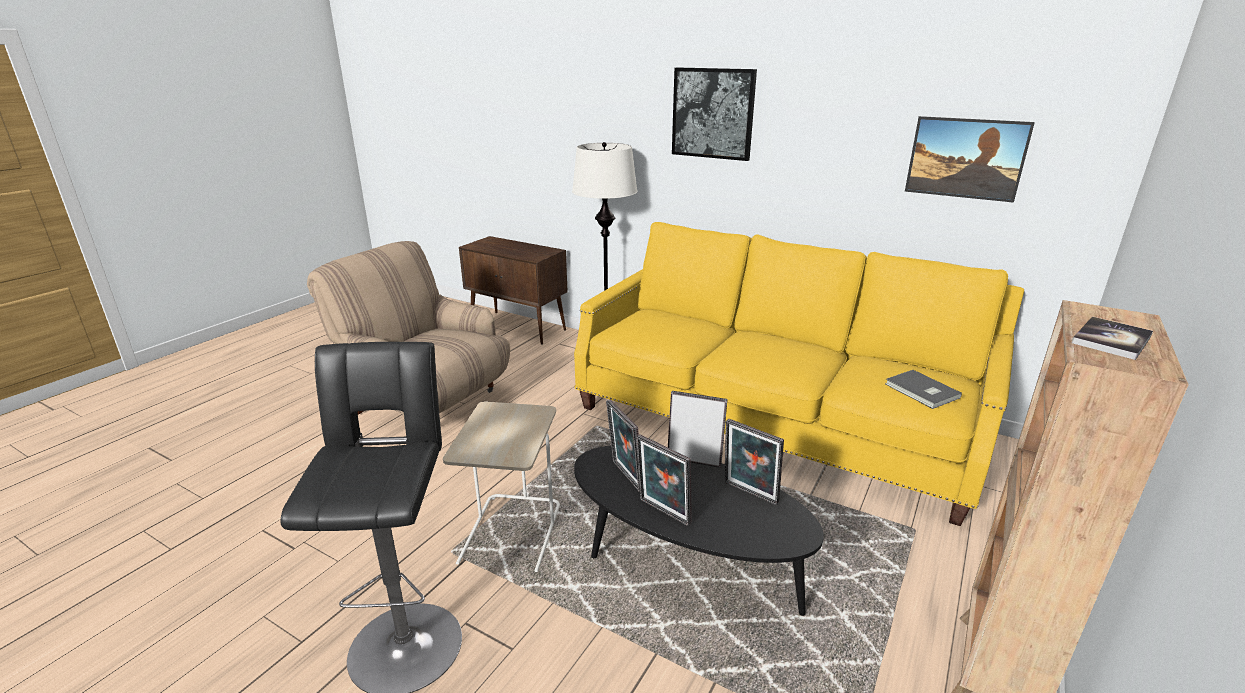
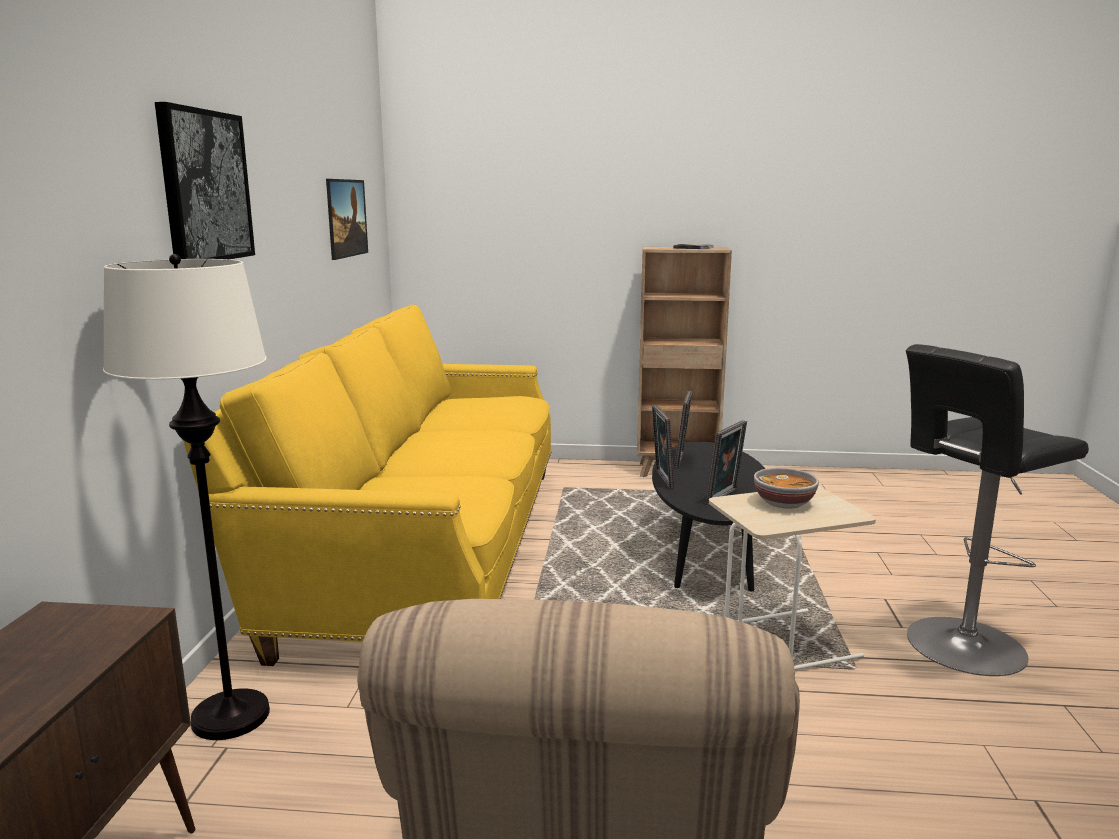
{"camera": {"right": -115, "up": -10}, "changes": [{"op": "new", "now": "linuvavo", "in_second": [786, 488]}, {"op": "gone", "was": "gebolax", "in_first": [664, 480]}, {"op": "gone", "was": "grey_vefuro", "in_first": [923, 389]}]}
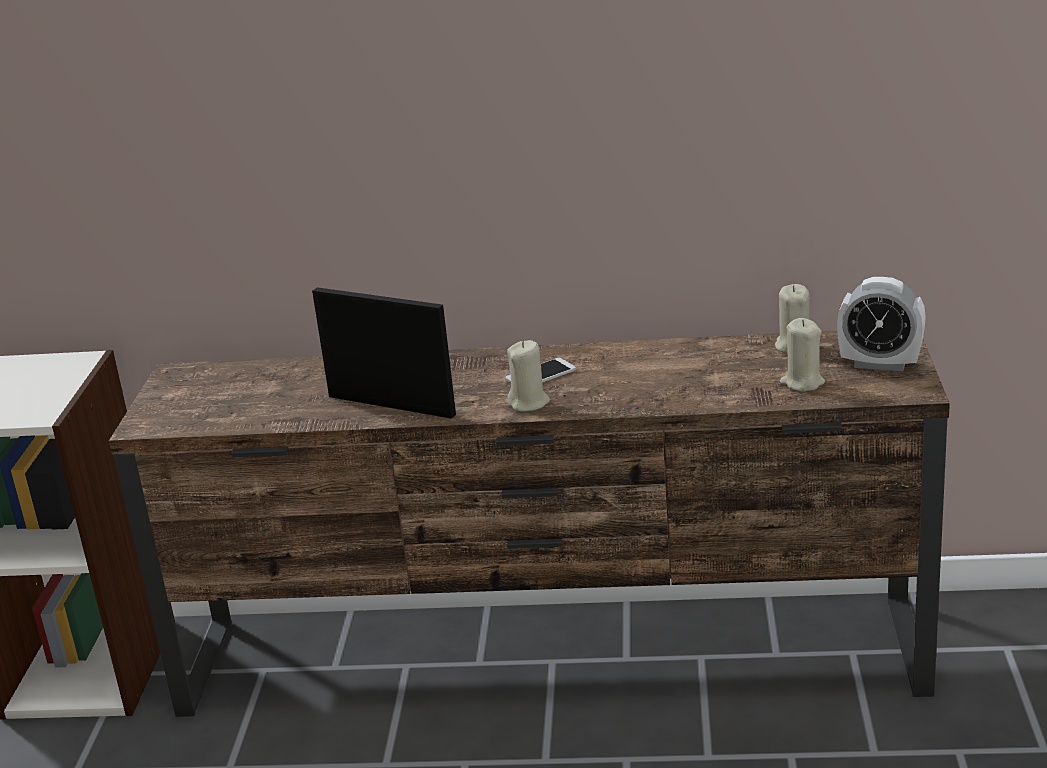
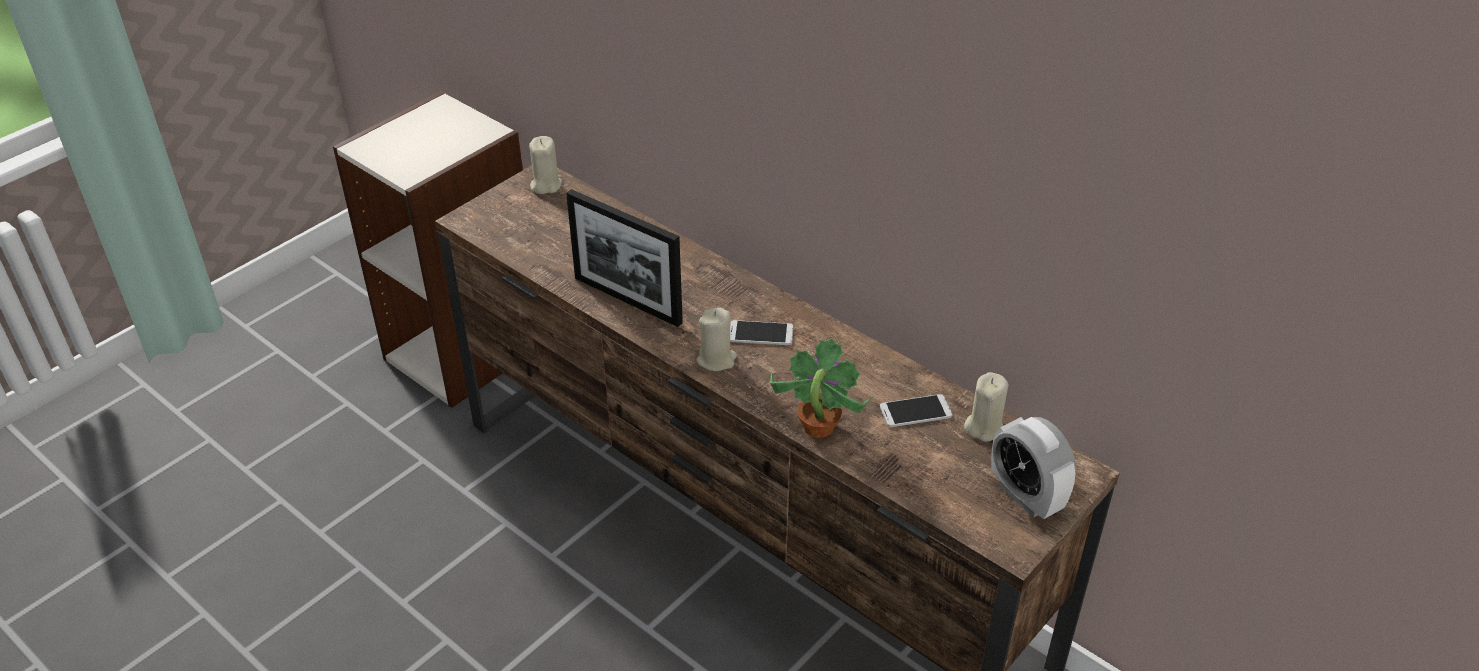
{"camera": {"right": 35, "up": 15}, "changes": [{"op": "shifted", "was": "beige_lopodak", "in_first": [802, 354], "in_second": [545, 165]}, {"op": "rotated", "was": "gebolax", "in_first": [384, 353], "in_second": [624, 258], "clockwise": 150}, {"op": "new", "now": "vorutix", "in_second": [822, 387]}, {"op": "new", "now": "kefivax", "in_second": [916, 410]}]}
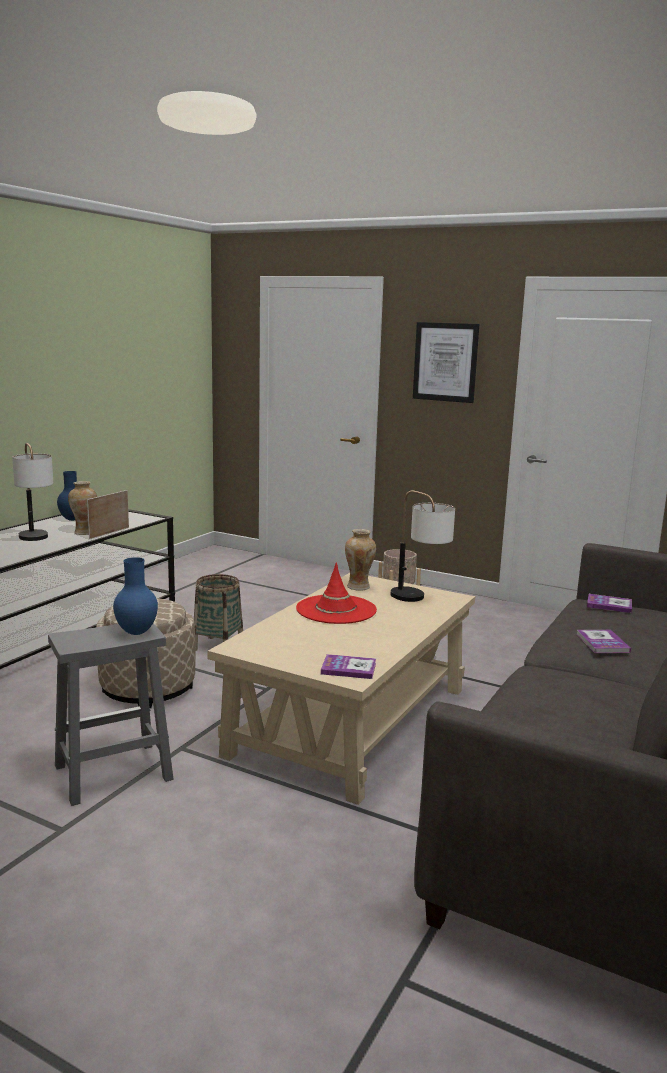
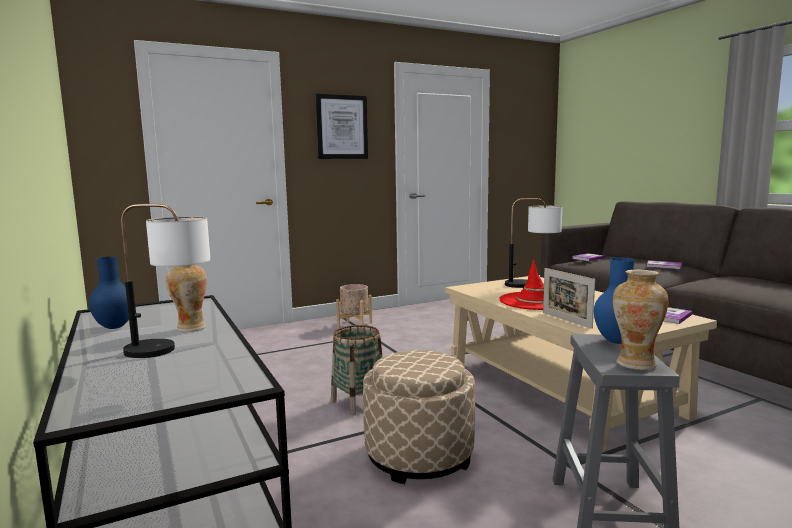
{"camera": {"right": -55, "up": -5}, "changes": [{"op": "shifted", "was": "gebolax", "in_first": [108, 514], "in_second": [569, 298]}, {"op": "shifted", "was": "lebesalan", "in_first": [360, 560], "in_second": [640, 320]}]}
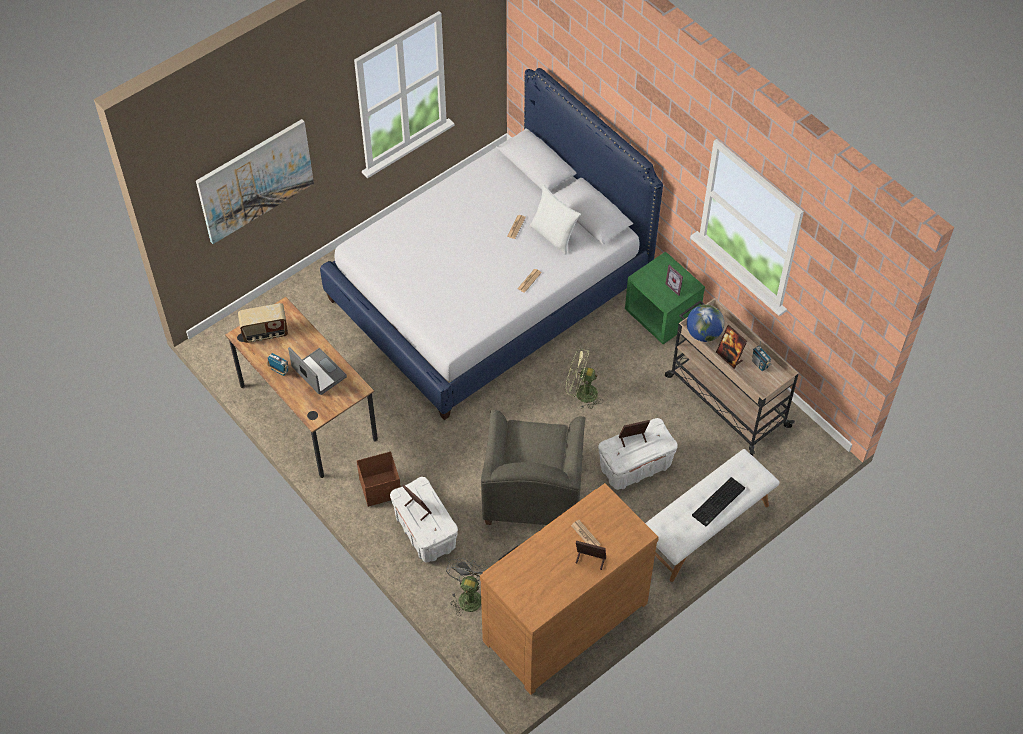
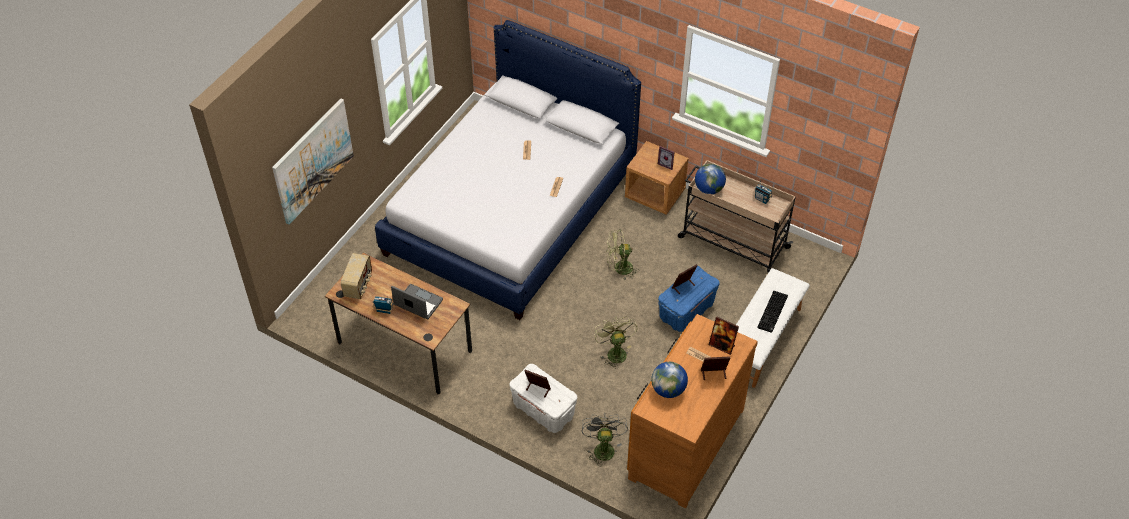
{"camera": {"right": -20, "up": -5}, "changes": [{"op": "rotated", "was": "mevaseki", "in_first": [263, 323], "in_second": [356, 276], "clockwise": -45}, {"op": "swapped", "was": "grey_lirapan", "now": "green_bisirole", "in_first": [533, 467], "in_second": [615, 342]}, {"op": "repainted", "was": "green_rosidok", "now": "brown_rosidok", "in_first": [665, 297], "in_second": [657, 178]}, {"op": "new", "now": "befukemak", "in_second": [669, 380]}, {"op": "repainted", "was": "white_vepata", "now": "blue_vepata", "in_first": [638, 454], "in_second": [689, 299]}, {"op": "shifted", "was": "gebolax", "in_first": [731, 347], "in_second": [724, 336]}, {"op": "gone", "was": "brown_vepata", "in_first": [379, 479]}, {"op": "gone", "was": "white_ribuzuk", "in_first": [555, 220]}]}
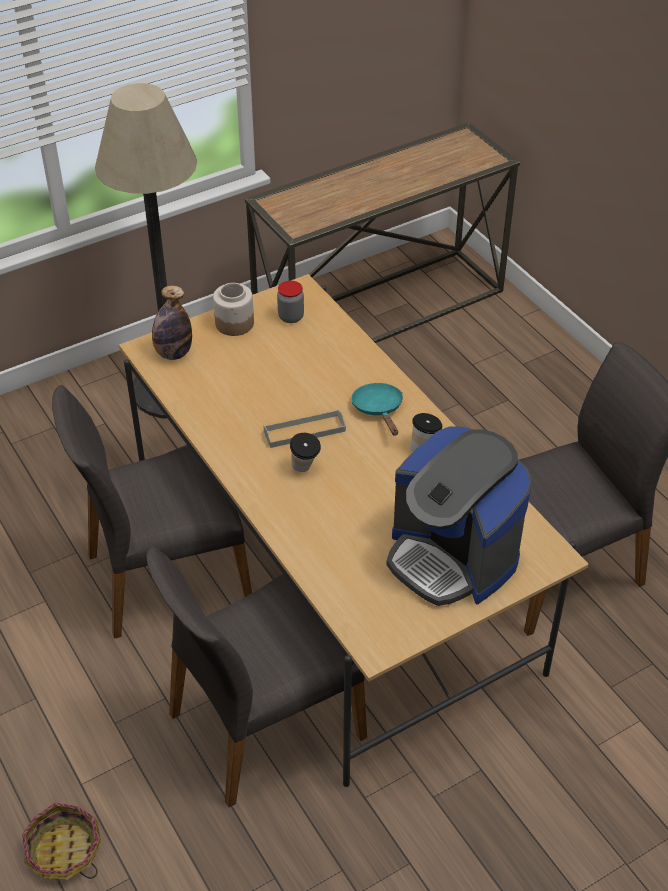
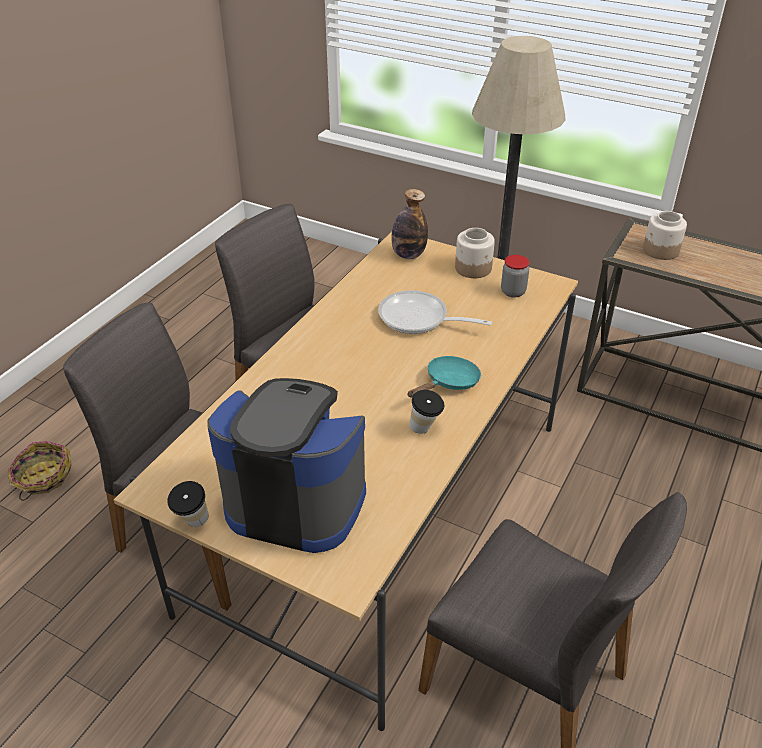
{"camera": {"right": 60, "up": -5}, "changes": [{"op": "shifted", "was": "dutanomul", "in_first": [305, 452], "in_second": [188, 504]}, {"op": "rotated", "was": "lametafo", "in_first": [459, 516], "in_second": [286, 465], "clockwise": 90}, {"op": "new", "now": "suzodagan", "in_second": [435, 312]}, {"op": "new", "now": "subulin", "in_second": [665, 235]}, {"op": "gone", "was": "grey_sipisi", "in_first": [305, 429]}]}
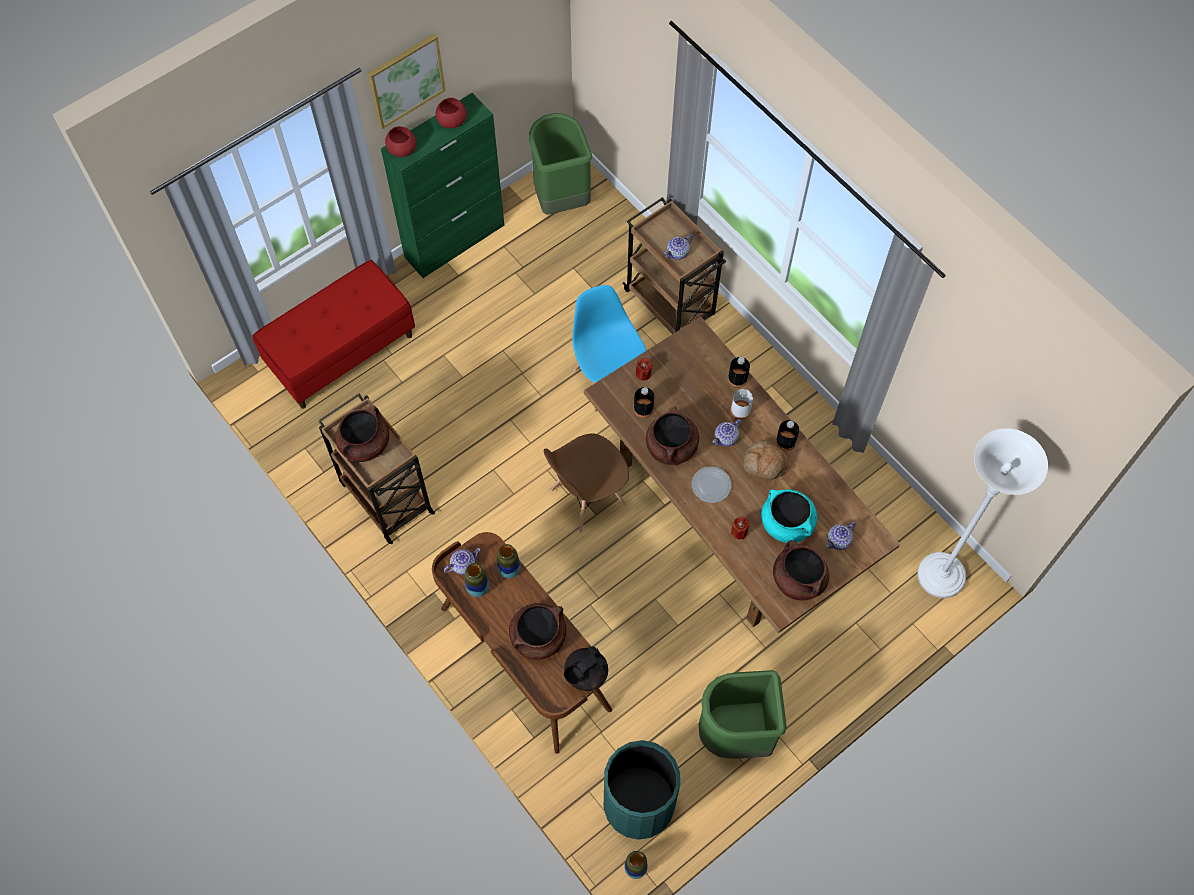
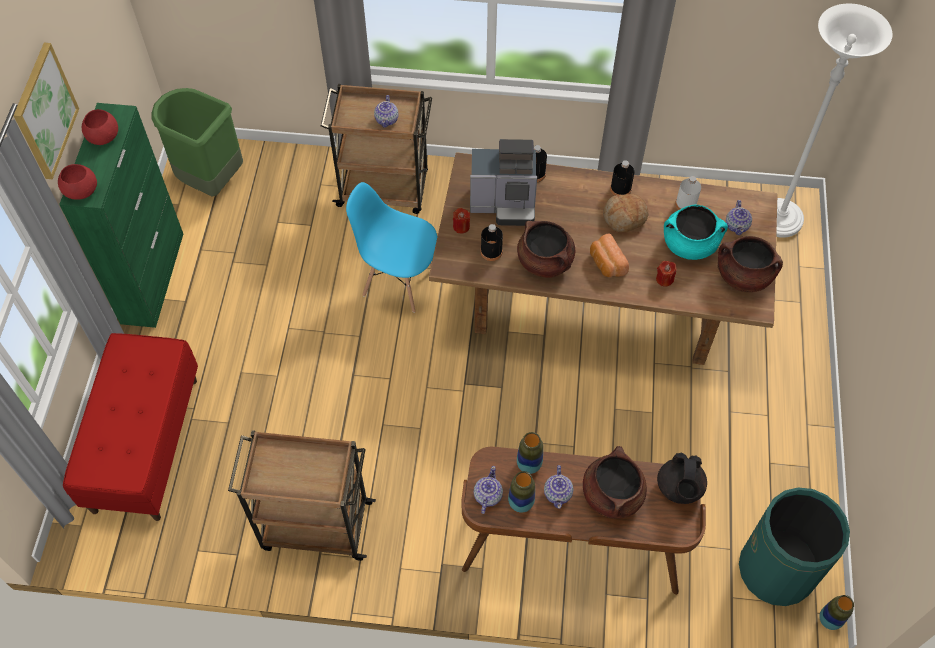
{"camera": {"right": -45, "up": -5}, "changes": [{"op": "new", "now": "lametafo", "in_second": [503, 182]}, {"op": "shifted", "was": "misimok", "in_first": [727, 433], "in_second": [558, 487]}, {"op": "swapped", "was": "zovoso", "now": "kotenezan", "in_first": [712, 484], "in_second": [609, 255]}, {"op": "shifted", "was": "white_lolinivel", "in_first": [741, 404], "in_second": [688, 193]}, {"op": "gone", "was": "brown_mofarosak", "in_first": [362, 434]}, {"op": "gone", "was": "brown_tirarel", "in_first": [586, 483]}, {"op": "gone", "was": "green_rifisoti", "in_first": [742, 714]}]}
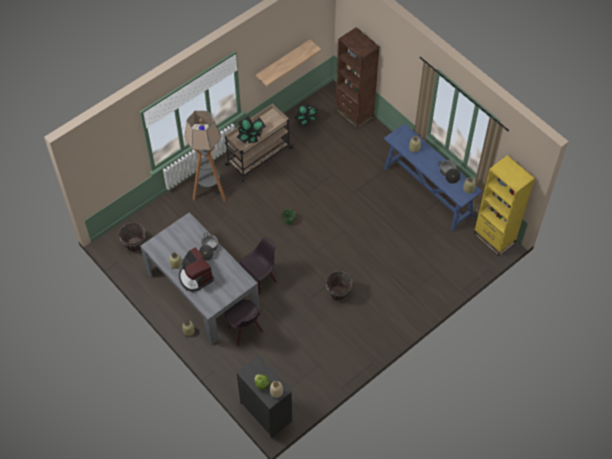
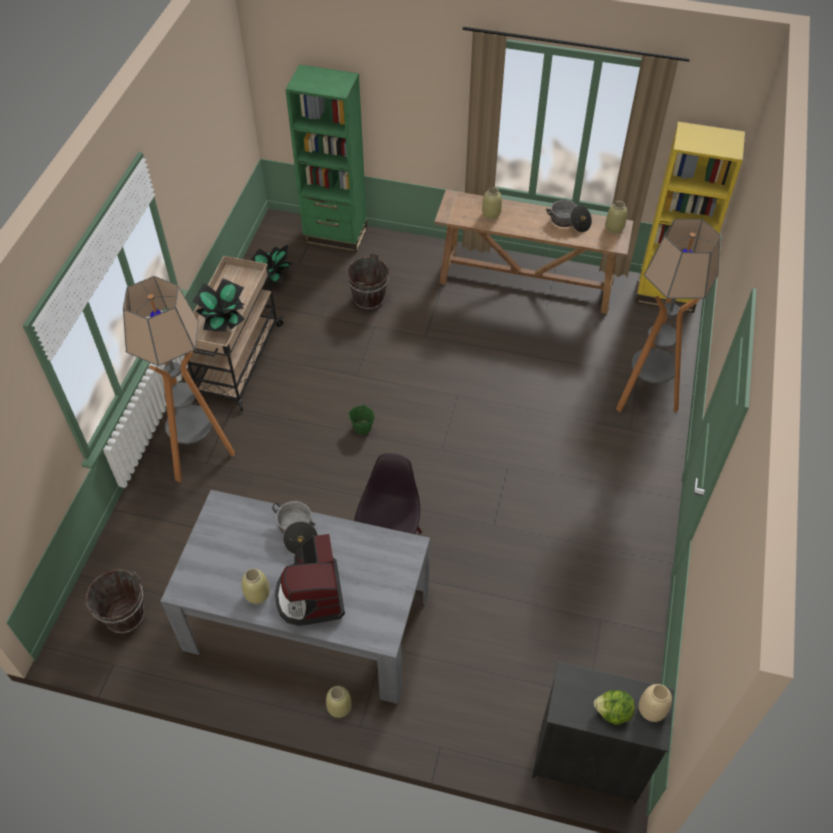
{"camera": {"right": -35, "up": -5}, "changes": [{"op": "rotated", "was": "lametafo", "in_first": [196, 269], "in_second": [310, 580], "clockwise": 60}, {"op": "repainted", "was": "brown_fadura", "now": "green_fadura", "in_first": [358, 78], "in_second": [326, 158]}, {"op": "shifted", "was": "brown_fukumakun", "in_first": [339, 286], "in_second": [367, 281]}, {"op": "repainted", "was": "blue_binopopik", "now": "brown_binopopik", "in_first": [433, 177], "in_second": [533, 252]}, {"op": "new", "now": "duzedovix", "in_second": [668, 316]}, {"op": "gone", "was": "black_tirarel", "in_first": [244, 323]}, {"op": "gone", "was": "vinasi", "in_first": [288, 63]}]}
